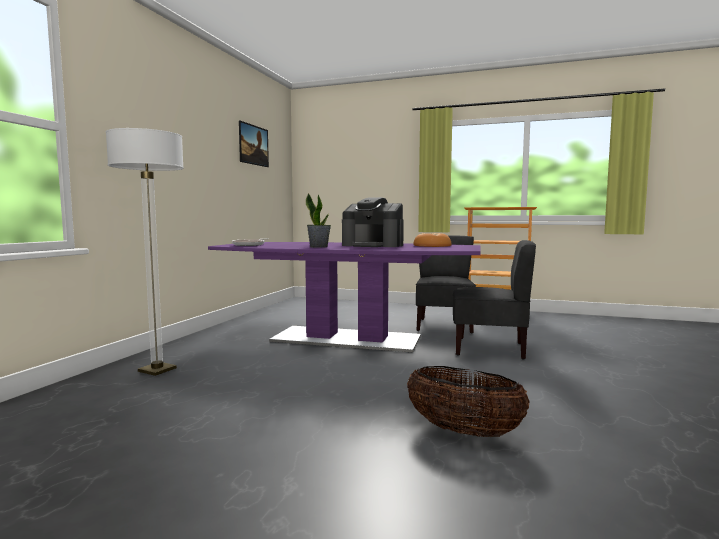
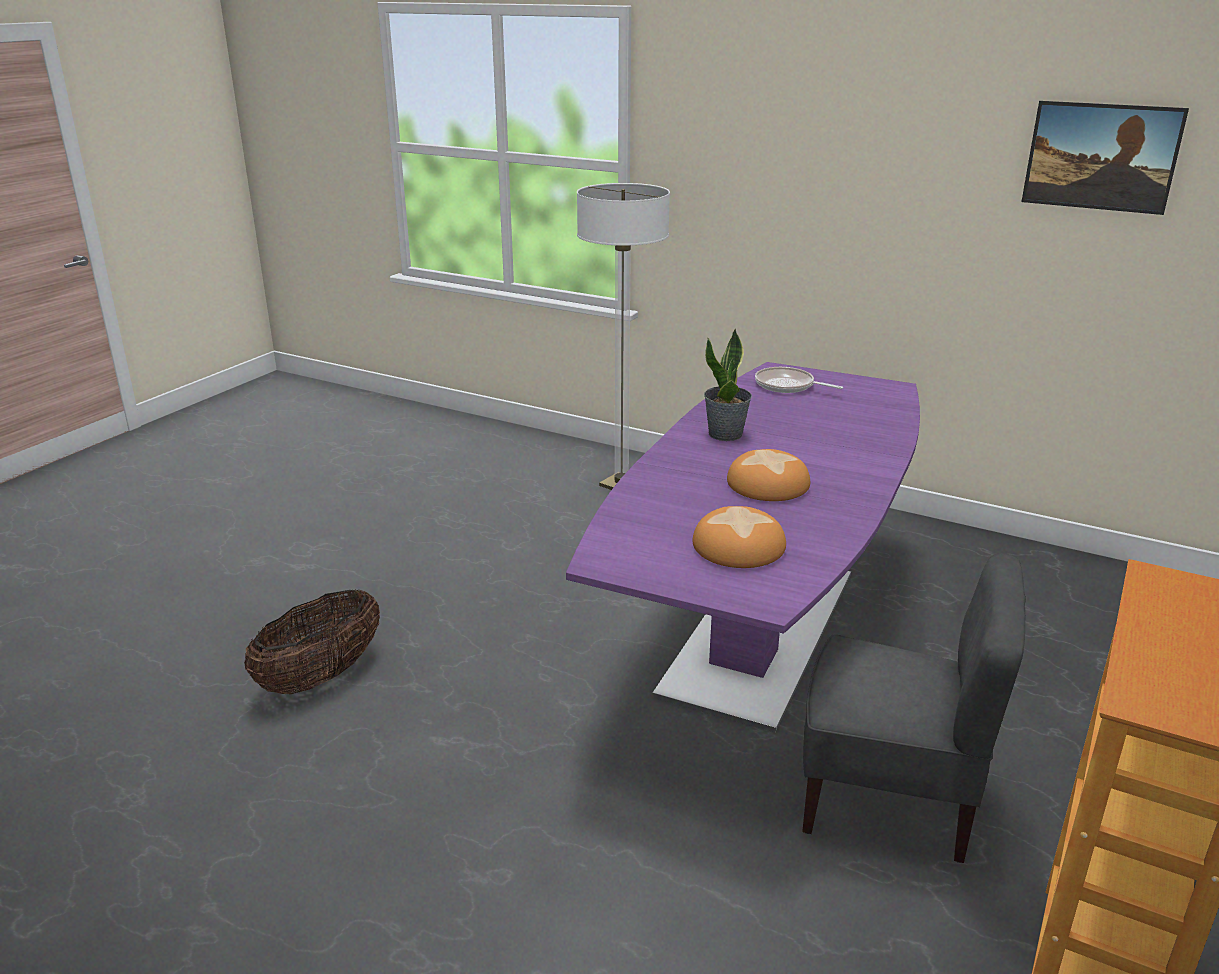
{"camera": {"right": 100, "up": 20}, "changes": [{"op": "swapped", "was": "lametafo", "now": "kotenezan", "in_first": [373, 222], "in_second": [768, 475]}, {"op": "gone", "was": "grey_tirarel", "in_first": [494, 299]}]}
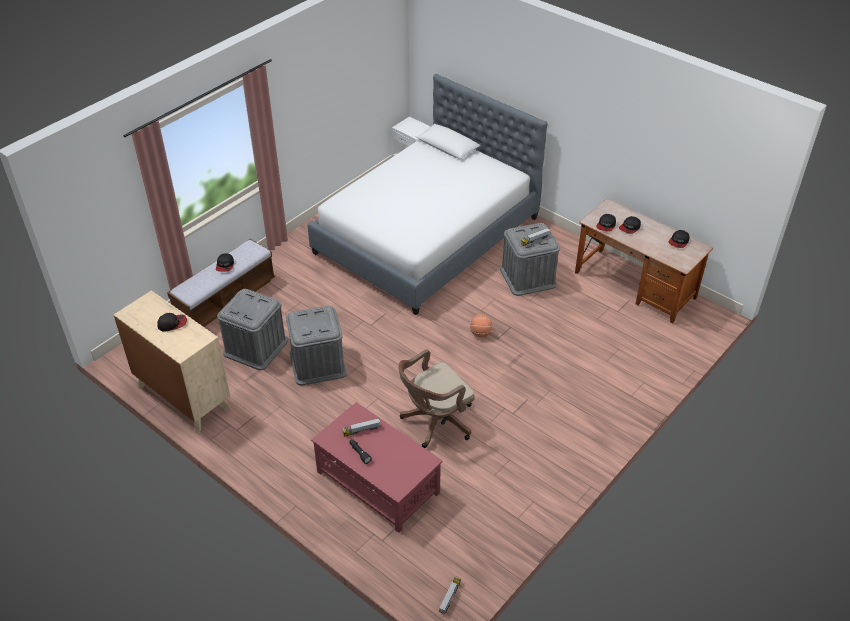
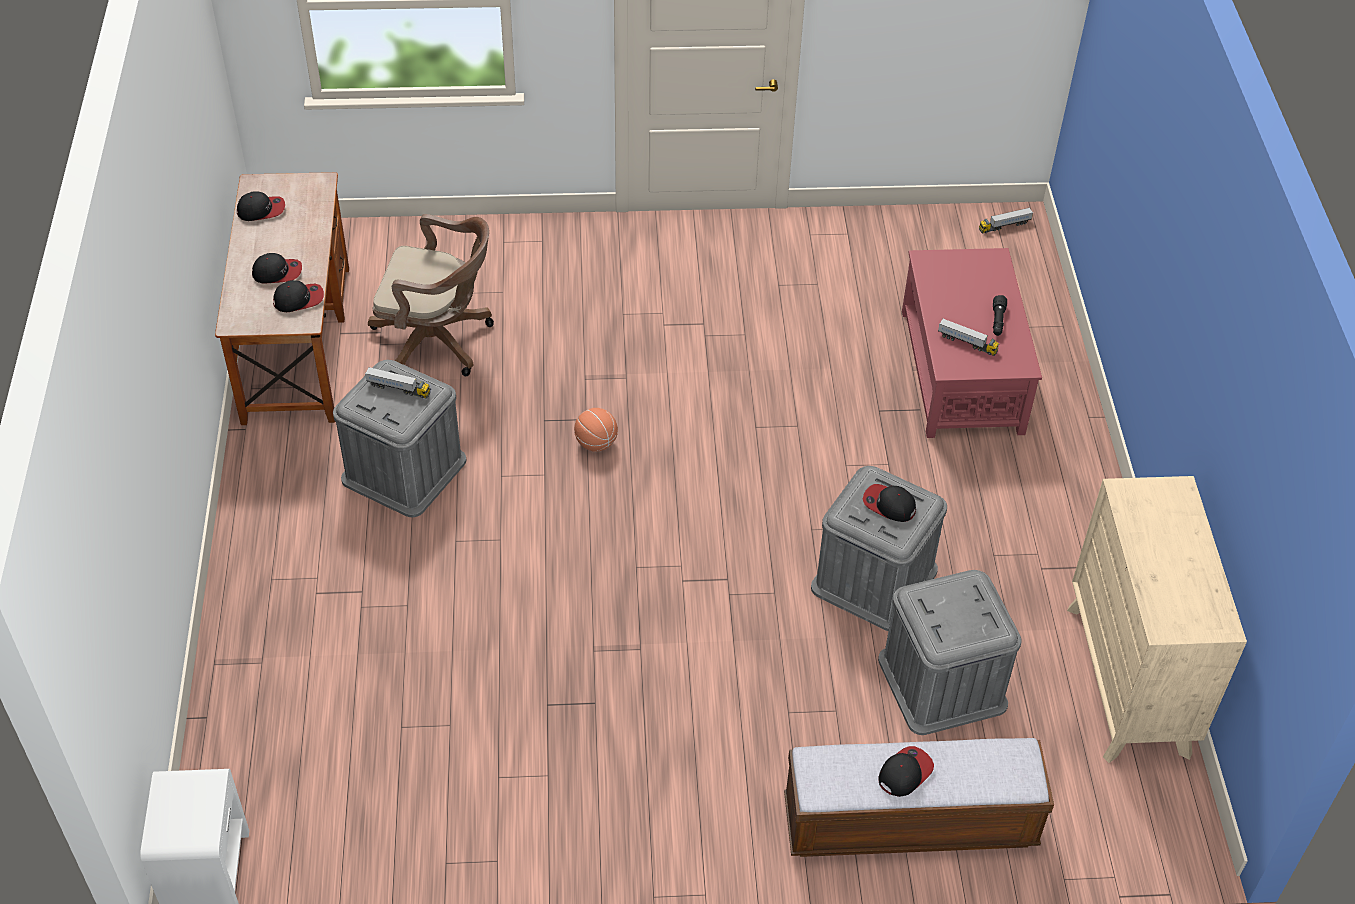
{"camera": {"right": -135, "up": 5}, "changes": [{"op": "shifted", "was": "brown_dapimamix", "in_first": [436, 398], "in_second": [431, 295]}, {"op": "shifted", "was": "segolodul", "in_first": [172, 322], "in_second": [889, 503]}, {"op": "gone", "was": "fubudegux", "in_first": [427, 194]}]}
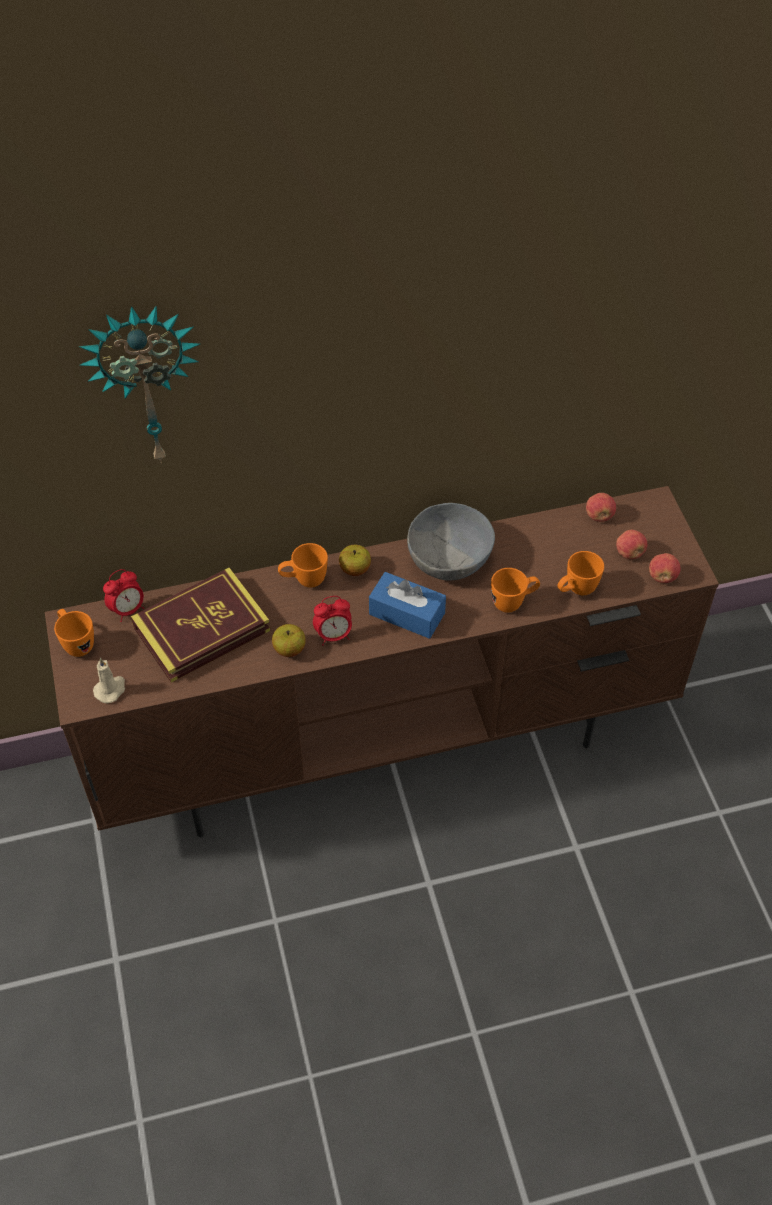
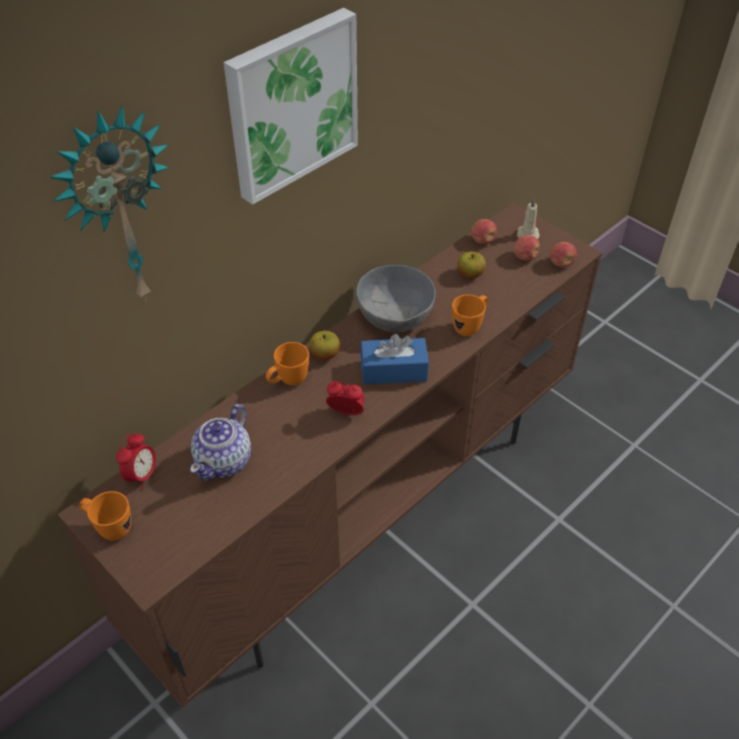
{"camera": {"right": -30, "up": -5}, "changes": [{"op": "swapped", "was": "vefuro", "now": "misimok", "in_first": [200, 625], "in_second": [220, 442]}, {"op": "new", "now": "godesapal", "in_second": [291, 106]}, {"op": "rotated", "was": "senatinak", "in_first": [332, 620], "in_second": [345, 398], "clockwise": -120}, {"op": "shifted", "was": "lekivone", "in_first": [289, 640], "in_second": [472, 264]}, {"op": "shifted", "was": "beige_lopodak", "in_first": [109, 680], "in_second": [528, 218]}, {"op": "gone", "was": "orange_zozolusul", "in_first": [580, 573]}]}
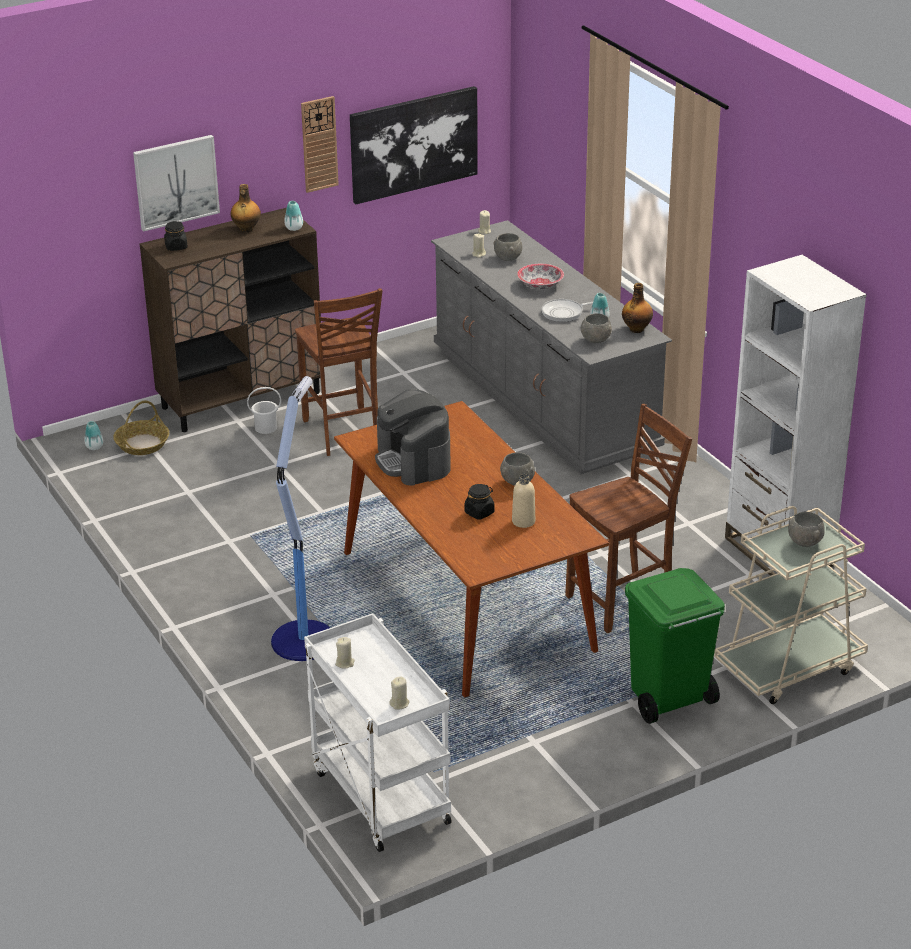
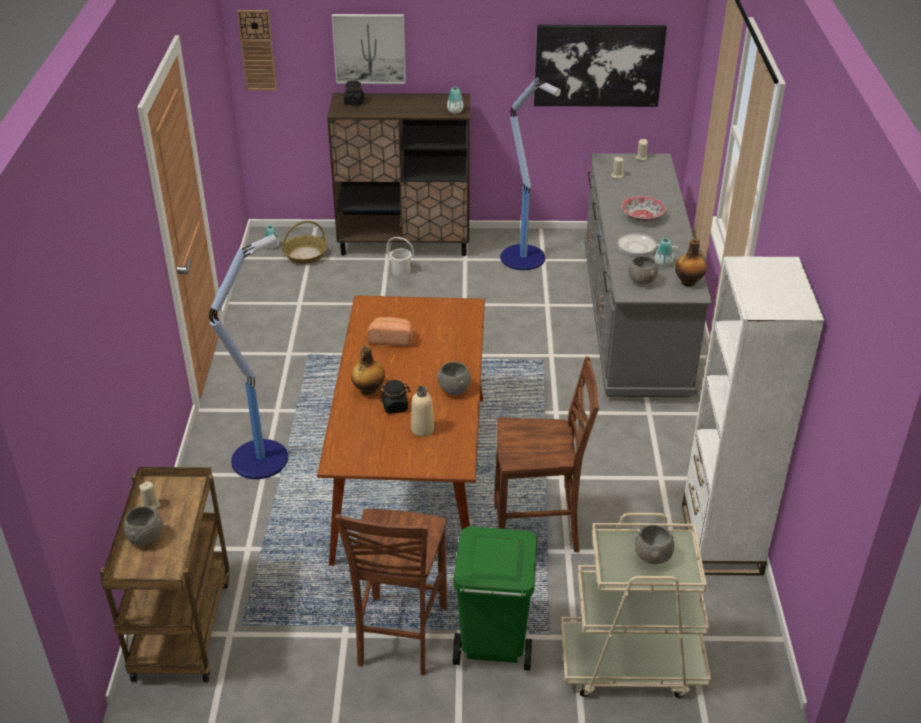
{"camera": {"right": 30, "up": 5}, "changes": [{"op": "repainted", "was": "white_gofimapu", "now": "brown_gofimapu", "in_first": [378, 732], "in_second": [165, 574]}, {"op": "shifted", "was": "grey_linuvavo", "in_first": [508, 247], "in_second": [143, 526]}, {"op": "shifted", "was": "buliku", "in_first": [320, 144], "in_second": [257, 50]}, {"op": "shifted", "was": "brown_tirarel", "in_first": [339, 372], "in_second": [391, 591]}, {"op": "shifted", "was": "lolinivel", "in_first": [246, 208], "in_second": [368, 370]}, {"op": "swapped", "was": "lametafo", "now": "kotenezan", "in_first": [413, 437], "in_second": [390, 331]}, {"op": "new", "now": "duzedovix", "in_second": [530, 173]}, {"op": "gone", "was": "beige_lopodak", "in_first": [399, 693]}]}
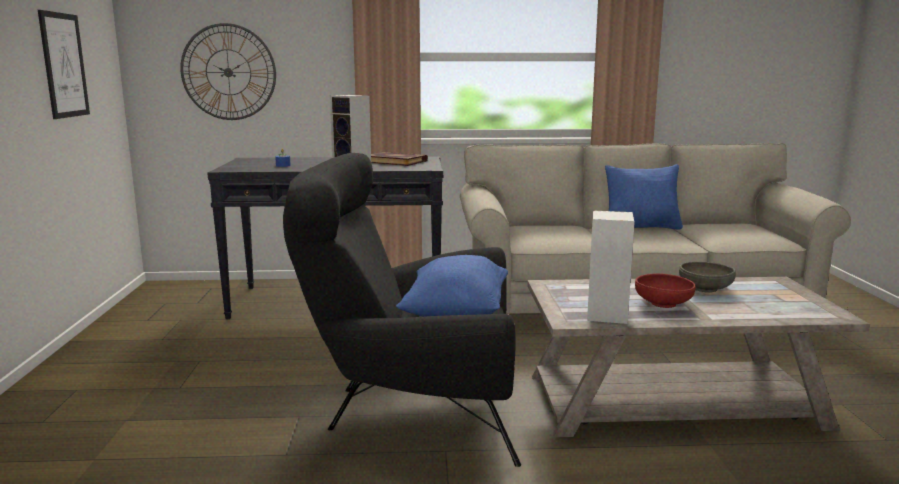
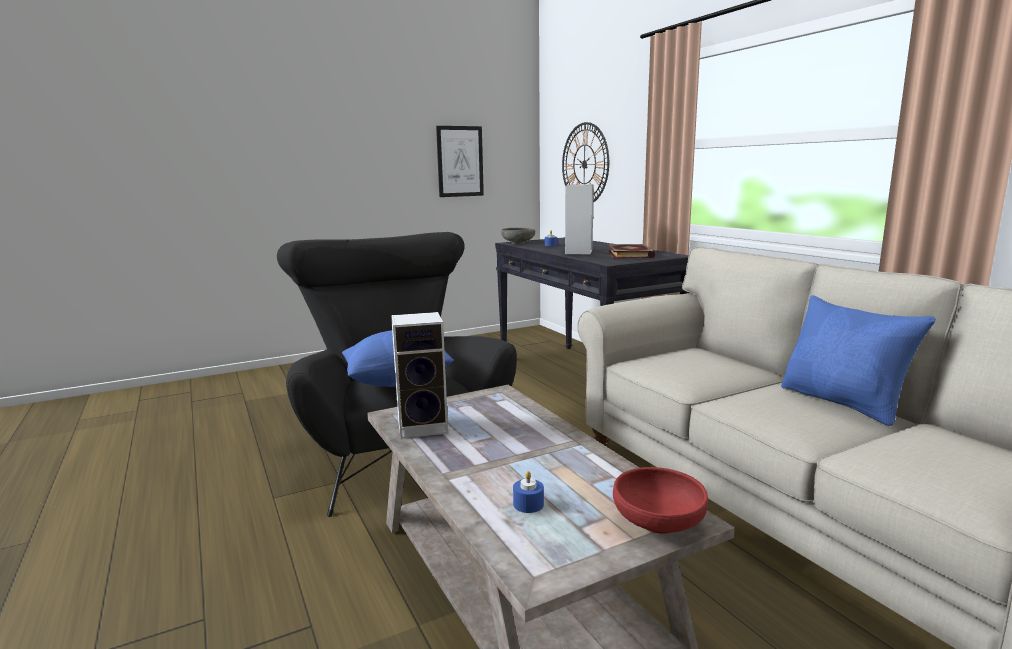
{"camera": {"right": 65, "up": 0}, "changes": [{"op": "shifted", "was": "grey_linuvavo", "in_first": [707, 276], "in_second": [518, 236]}, {"op": "new", "now": "blue_lopodak", "in_second": [528, 492]}, {"op": "shifted", "was": "red_linuvavo", "in_first": [665, 291], "in_second": [660, 500]}]}
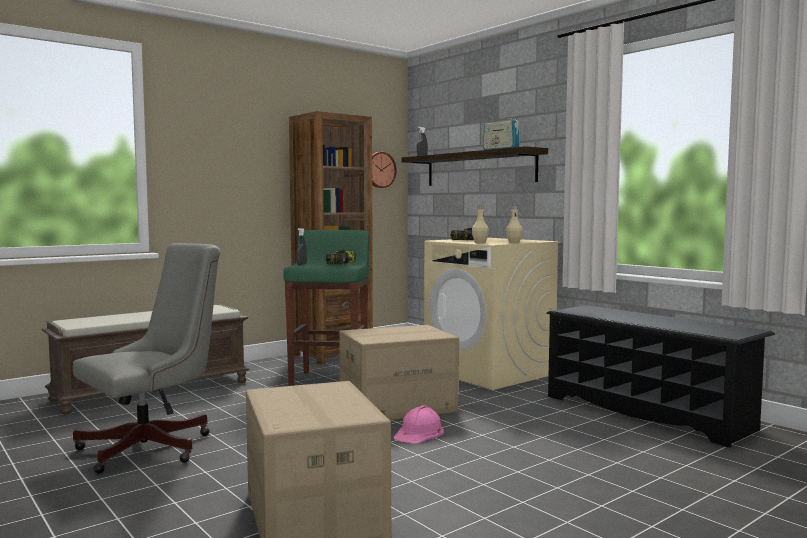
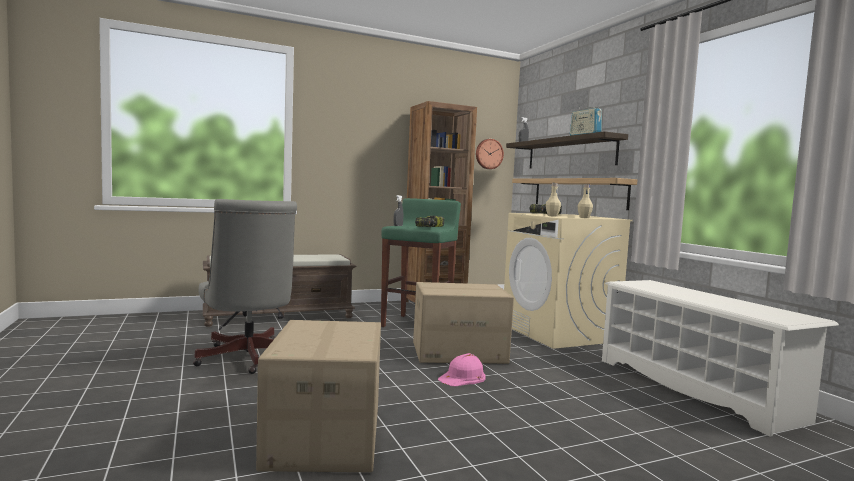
{"camera": {"right": 15, "up": 0}, "changes": [{"op": "rotated", "was": "grey_dapimamix", "in_first": [147, 358], "in_second": [245, 286], "clockwise": 90}, {"op": "new", "now": "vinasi", "in_second": [575, 194]}, {"op": "repainted", "was": "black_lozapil", "now": "white_lozapil", "in_first": [660, 376], "in_second": [720, 358]}]}
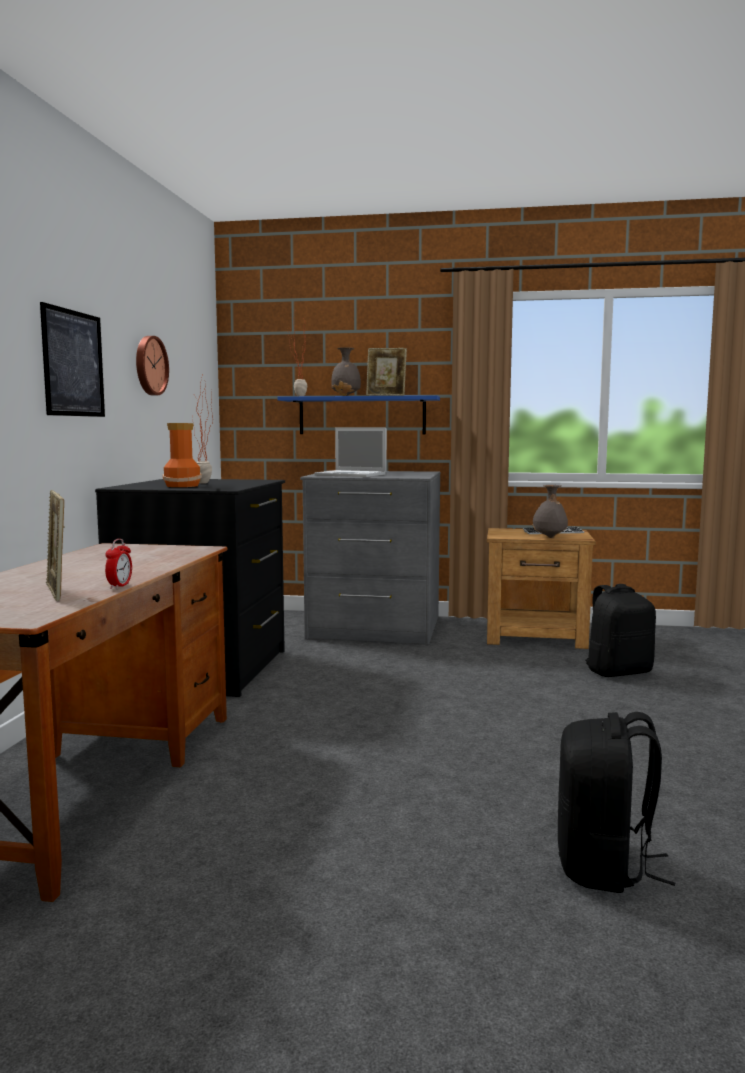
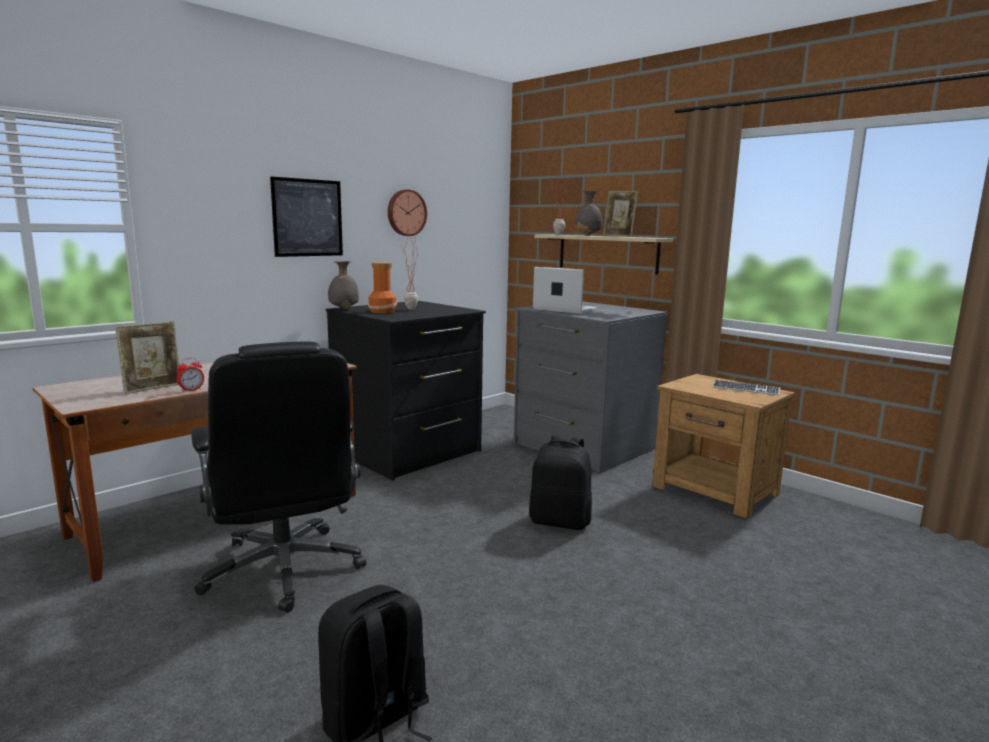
{"camera": {"right": 35, "up": 5}, "changes": [{"op": "rotated", "was": "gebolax", "in_first": [55, 545], "in_second": [147, 357], "clockwise": -150}, {"op": "new", "now": "black_dapimamix", "in_second": [278, 477]}, {"op": "shifted", "was": "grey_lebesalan", "in_first": [550, 511], "in_second": [343, 285]}, {"op": "shifted", "was": "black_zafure", "in_first": [620, 630], "in_second": [560, 482]}, {"op": "rotated", "was": "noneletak", "in_first": [350, 452], "in_second": [565, 290], "clockwise": 150}, {"op": "repainted", "was": "blue_vinasi", "now": "beige_vinasi", "in_first": [359, 414], "in_second": [603, 254]}]}
